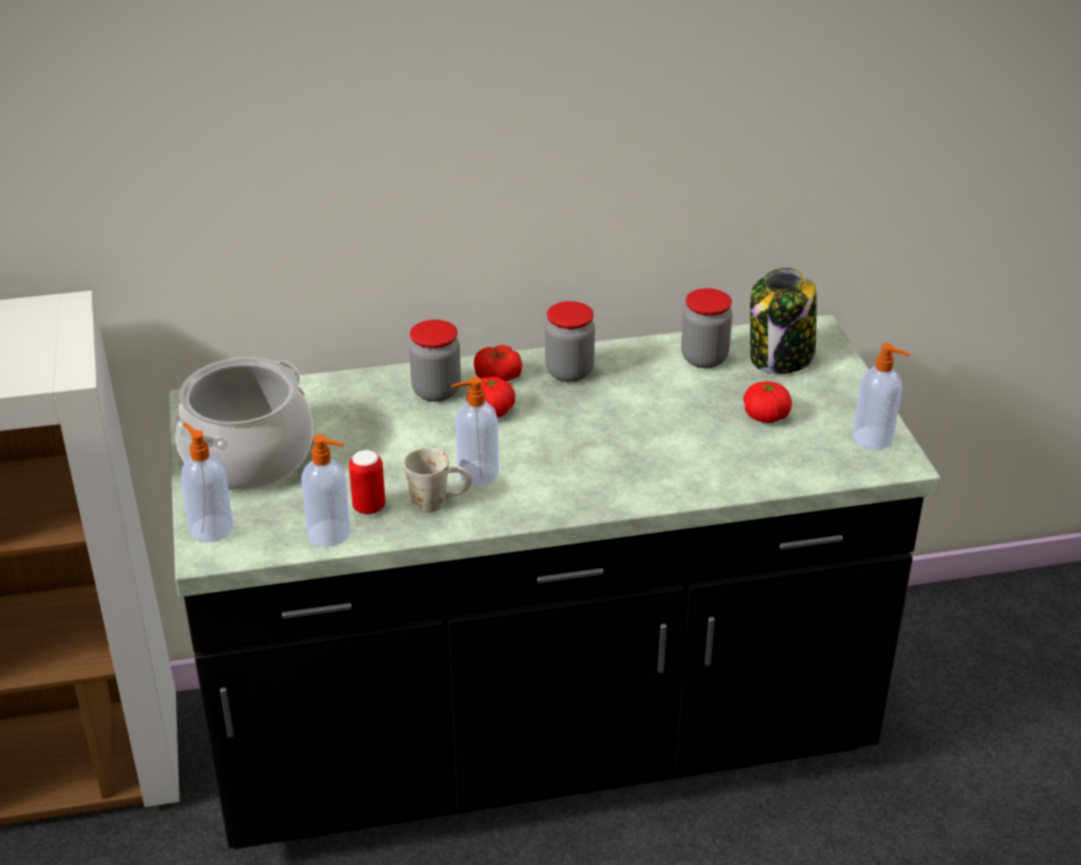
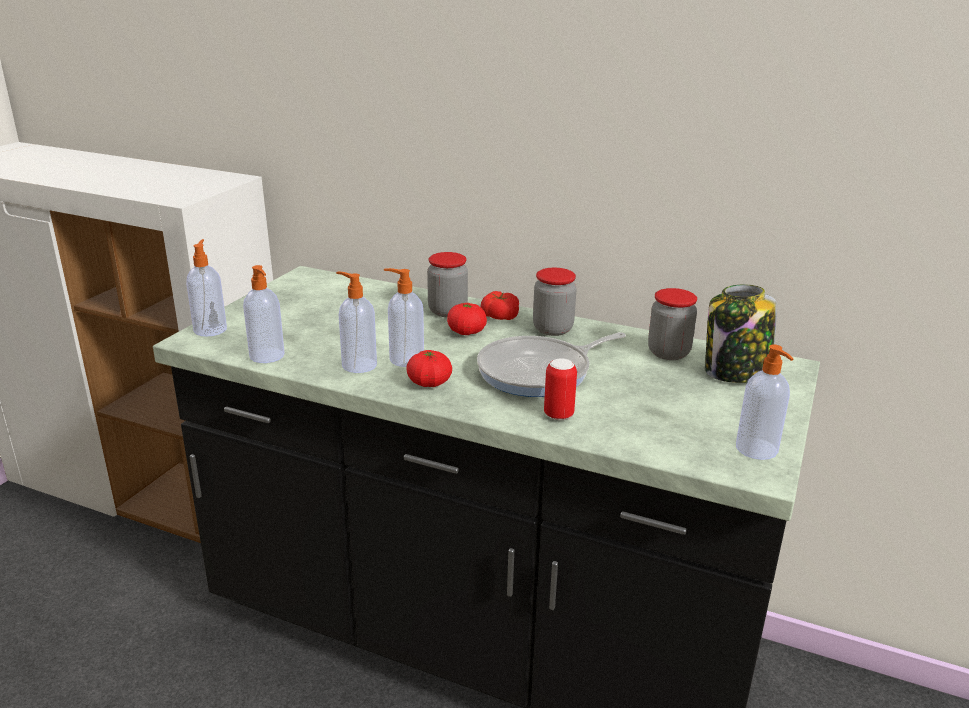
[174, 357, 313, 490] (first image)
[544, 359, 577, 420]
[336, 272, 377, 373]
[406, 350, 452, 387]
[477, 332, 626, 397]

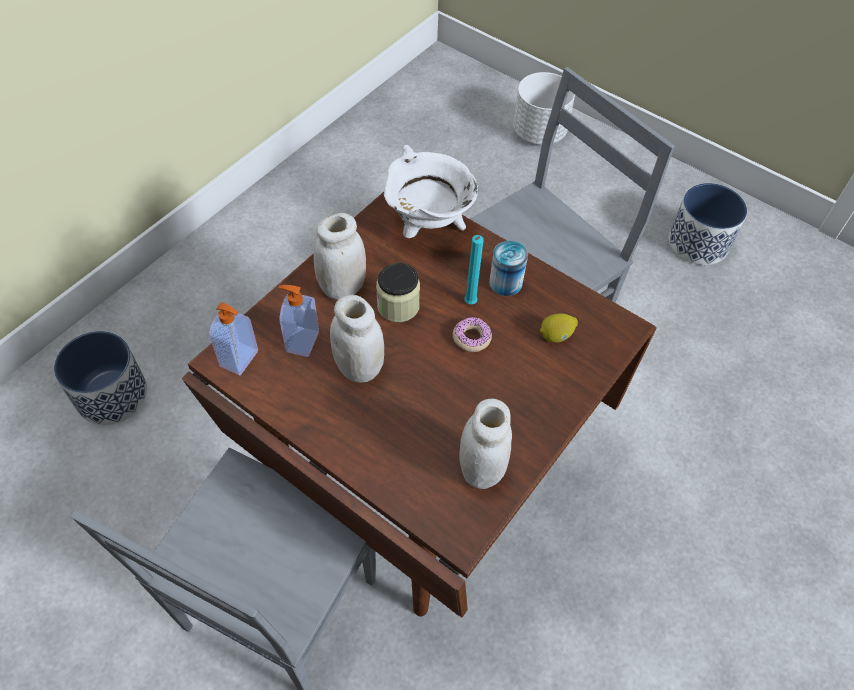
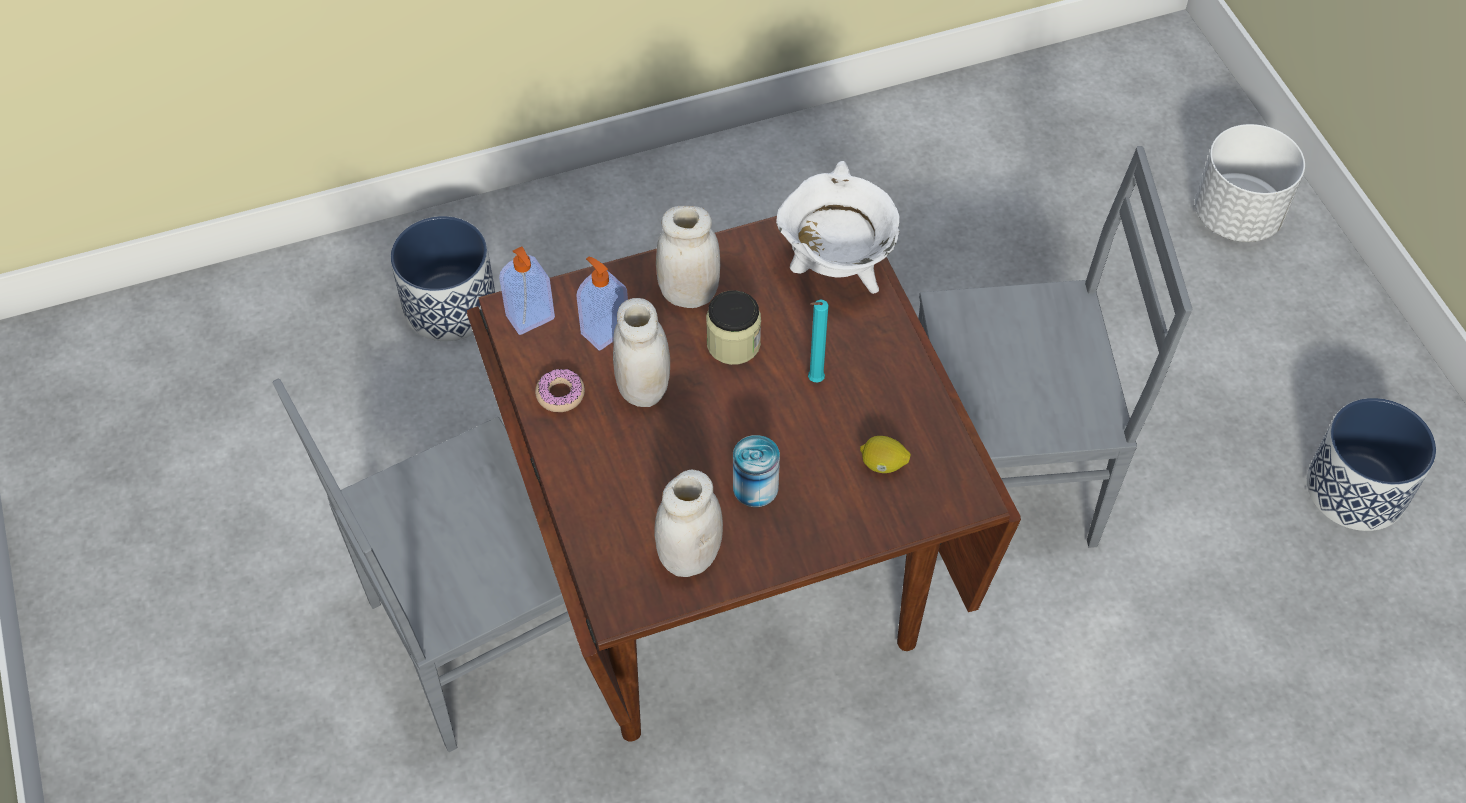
[535, 369, 585, 412]
[733, 435, 780, 507]

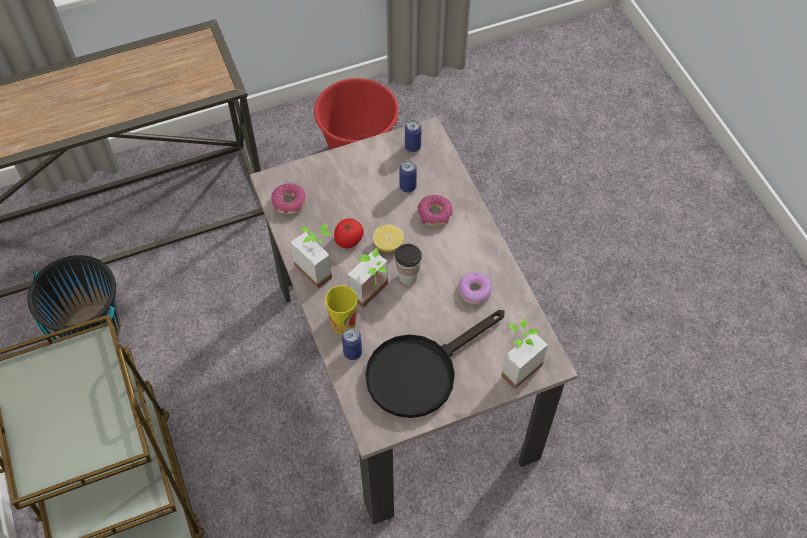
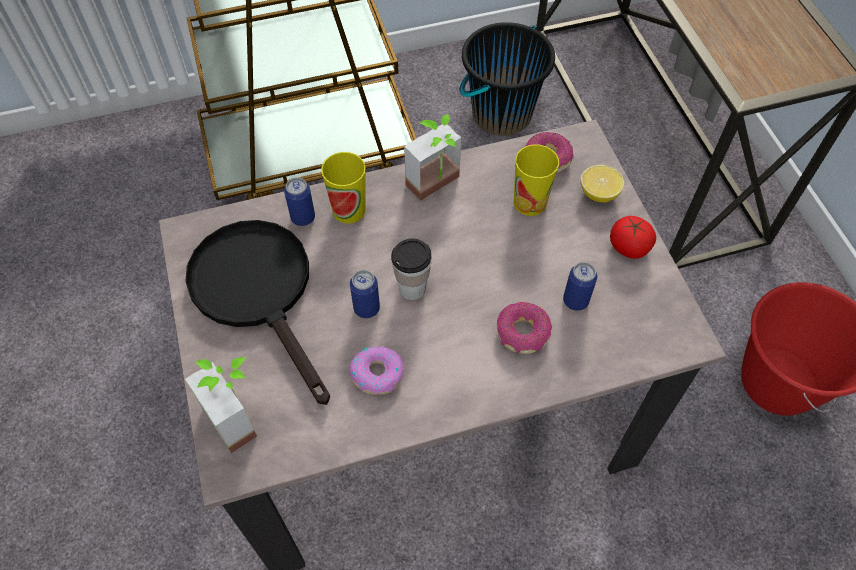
[610, 216, 656, 259]
[348, 248, 388, 308] (first image)
[581, 165, 624, 203]
[350, 270, 380, 318]
[514, 144, 559, 216]

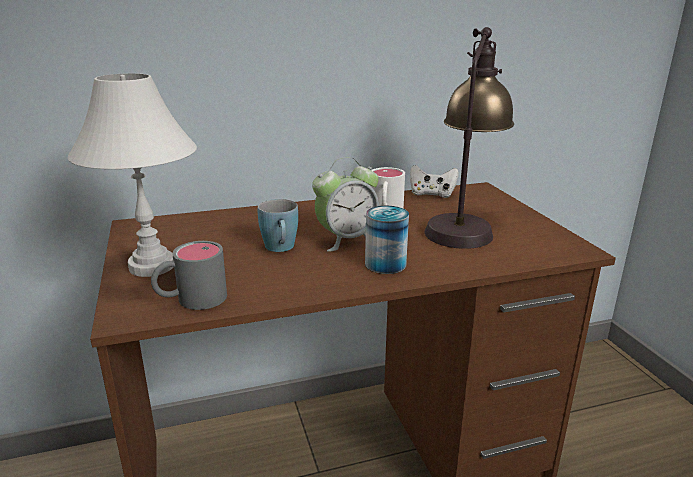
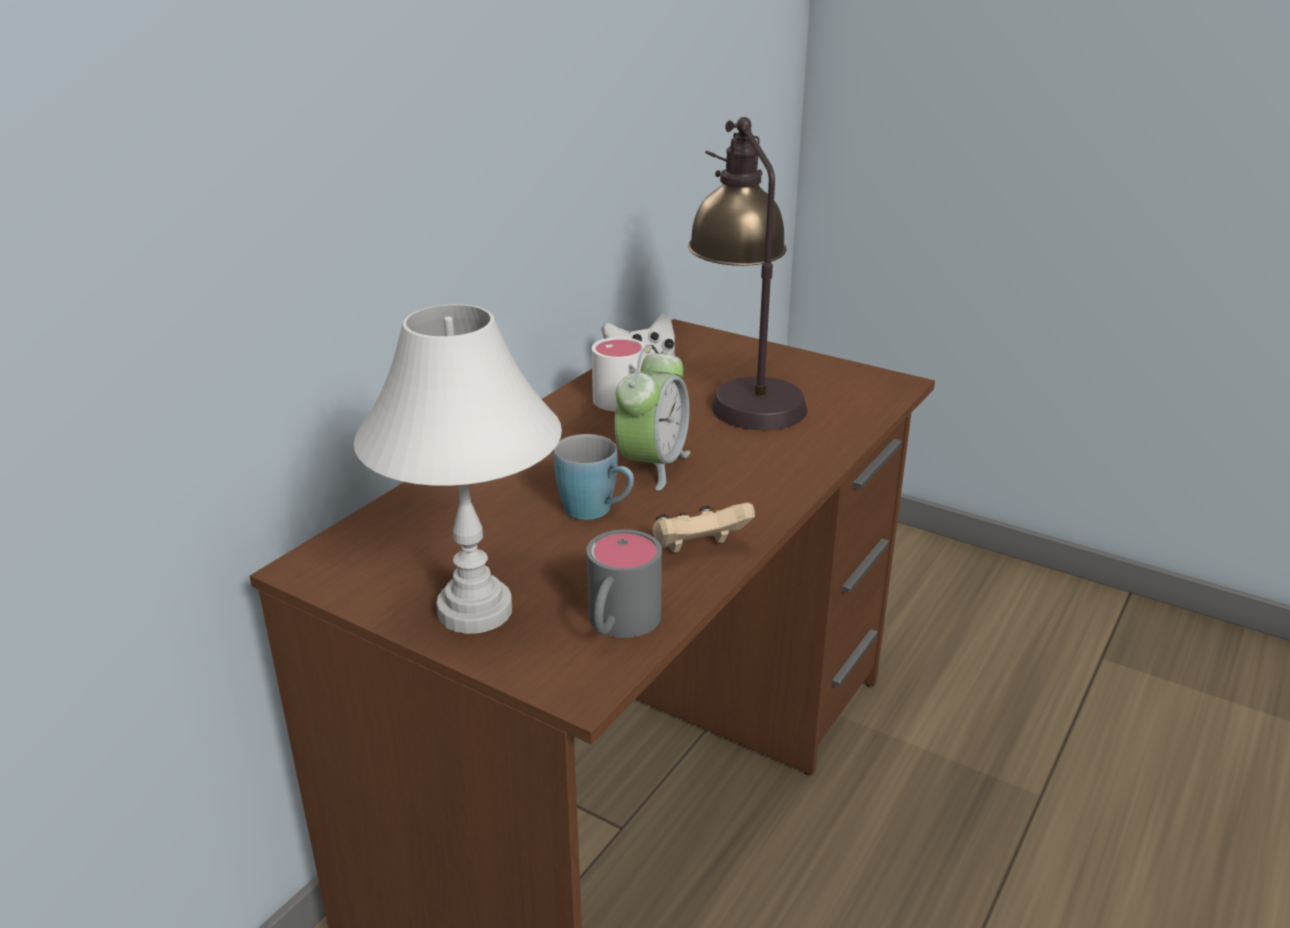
[365, 206, 409, 274] (first image)
[653, 503, 755, 553]

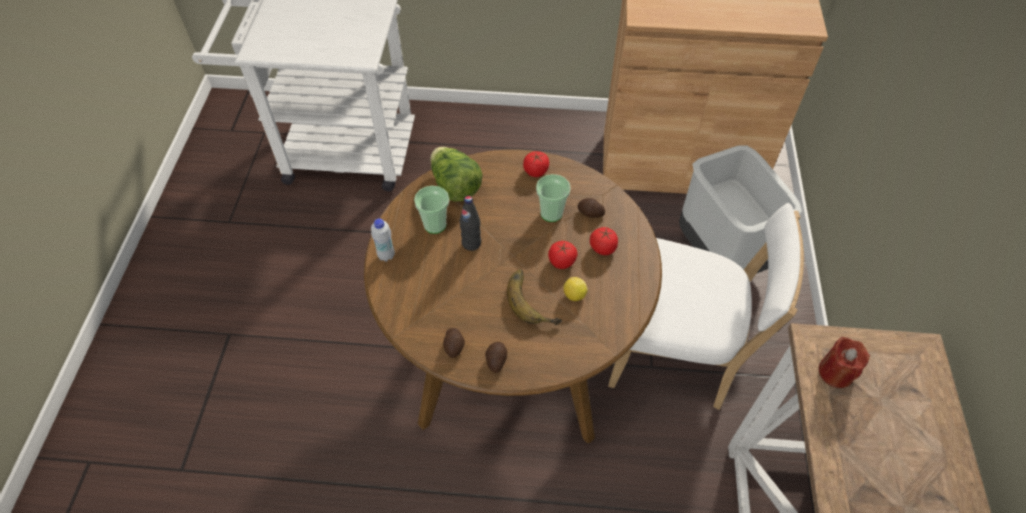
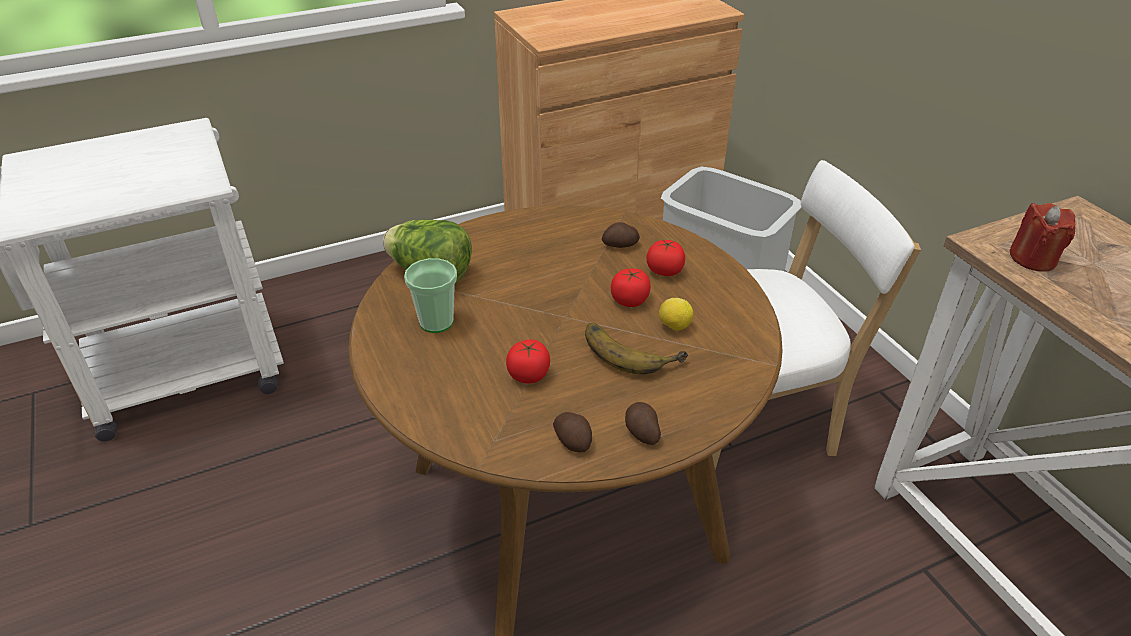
[371, 218, 395, 261] (first image)
[460, 196, 481, 251] (first image)
[506, 339, 550, 384]
[536, 174, 571, 222] (first image)

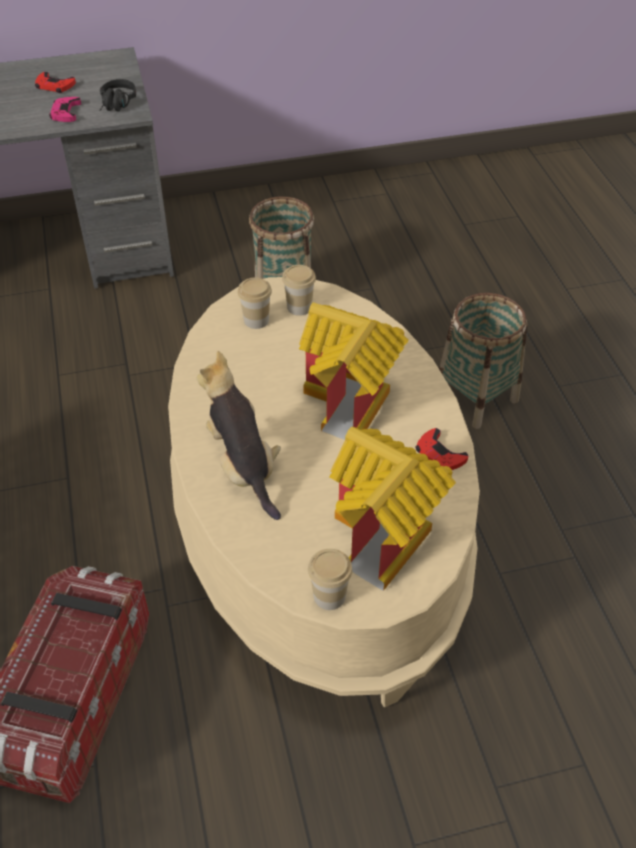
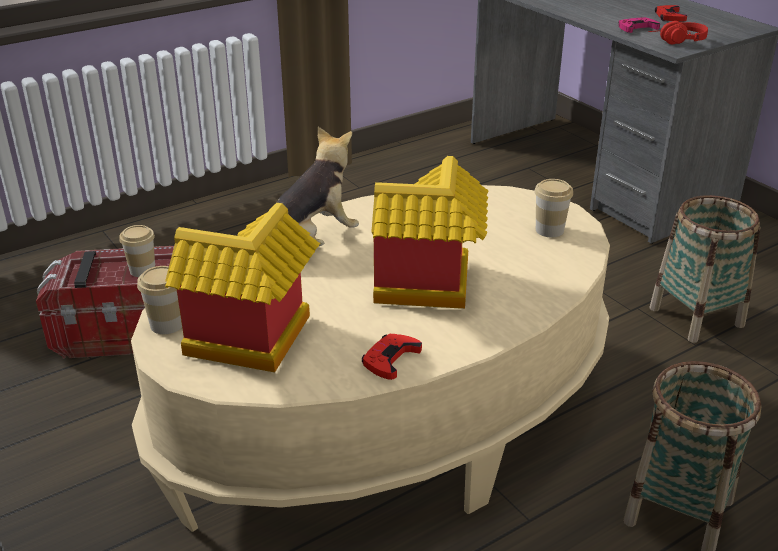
[648, 21, 708, 44]
[119, 225, 155, 277]

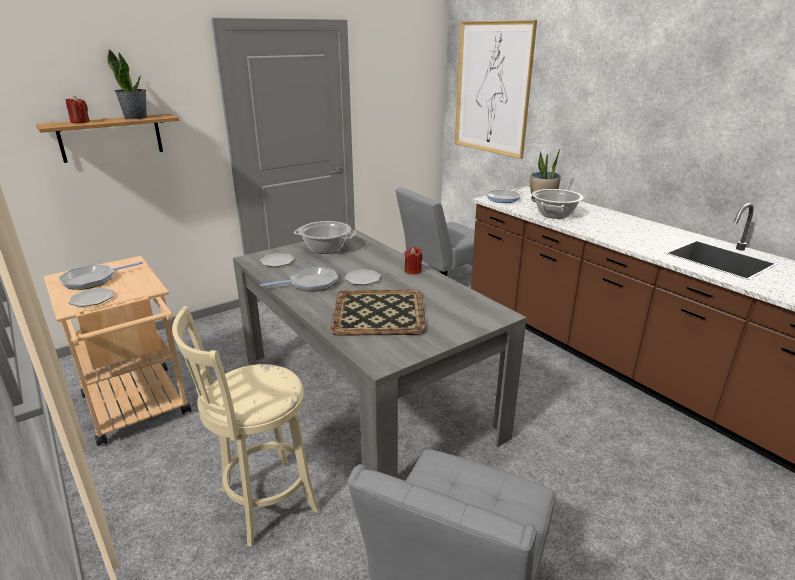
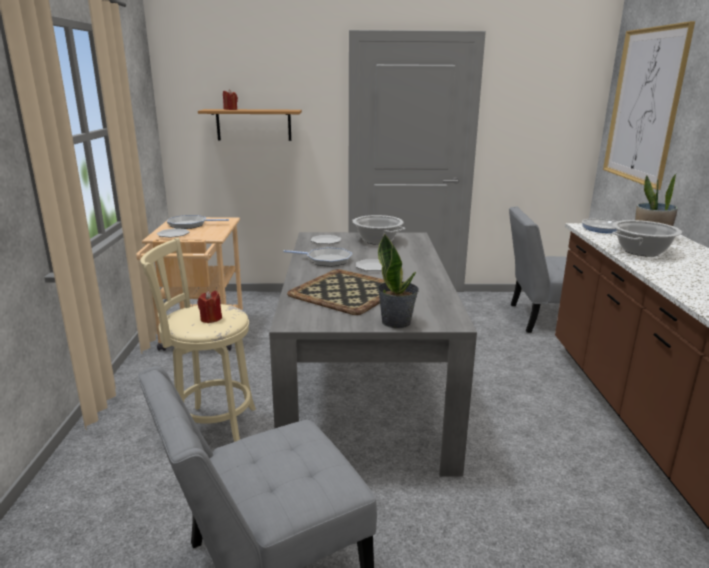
[378, 233, 419, 328]
[198, 290, 222, 323]

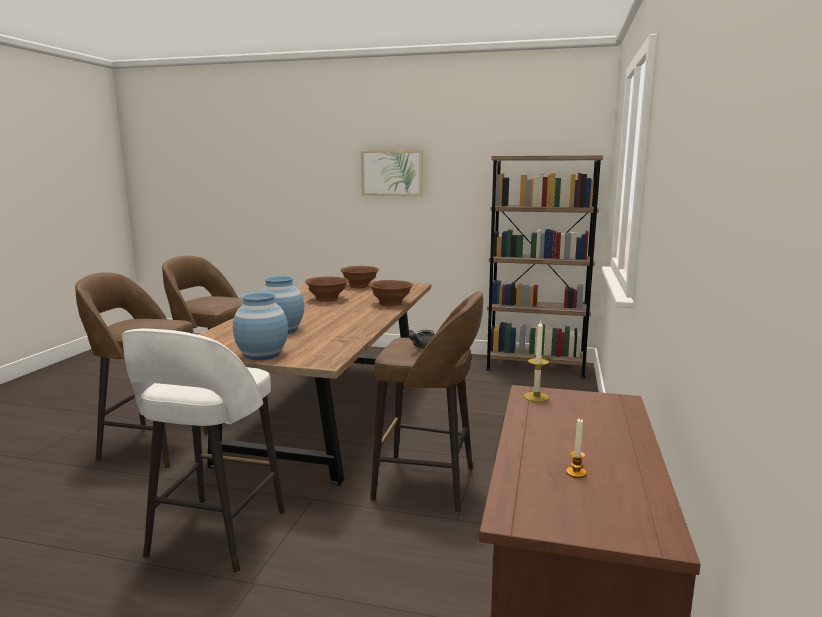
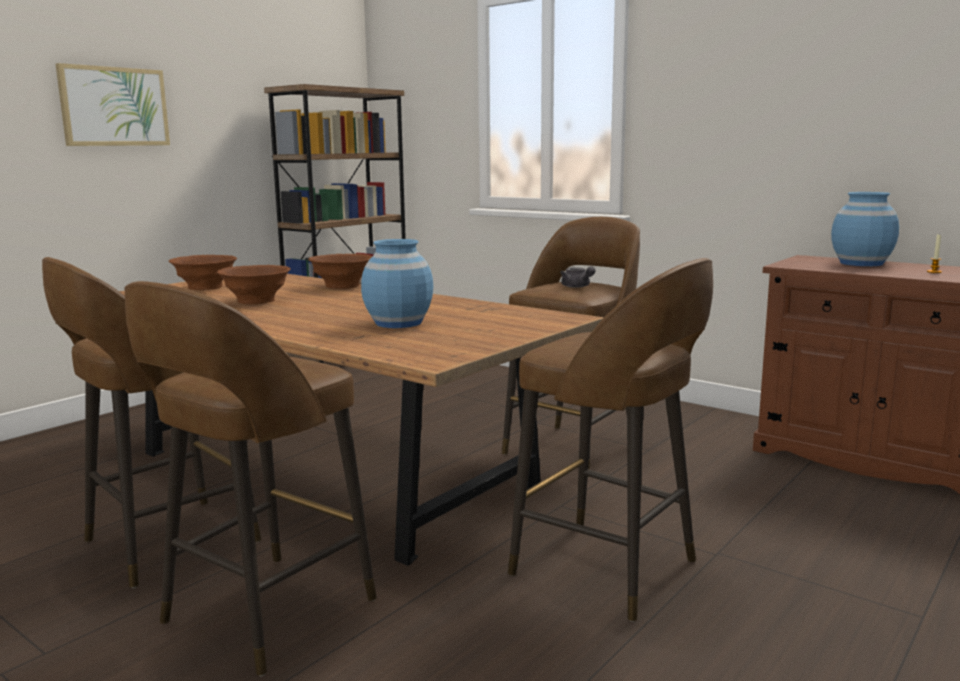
[508, 258, 713, 622]
[831, 192, 899, 266]
[524, 319, 549, 402] (first image)

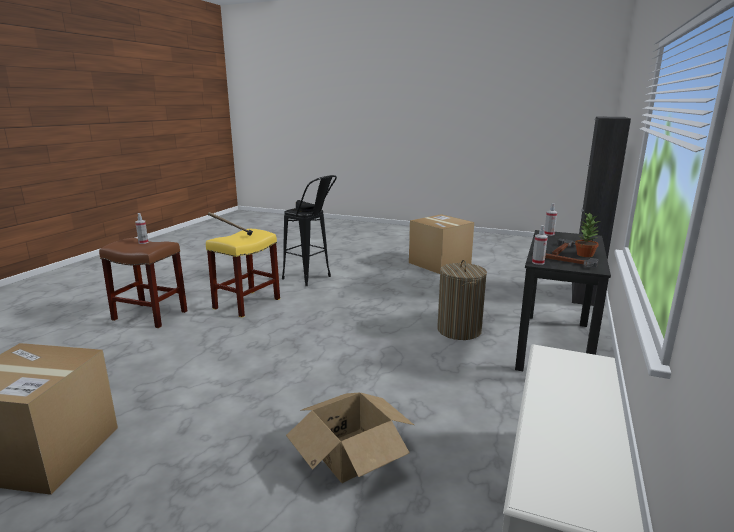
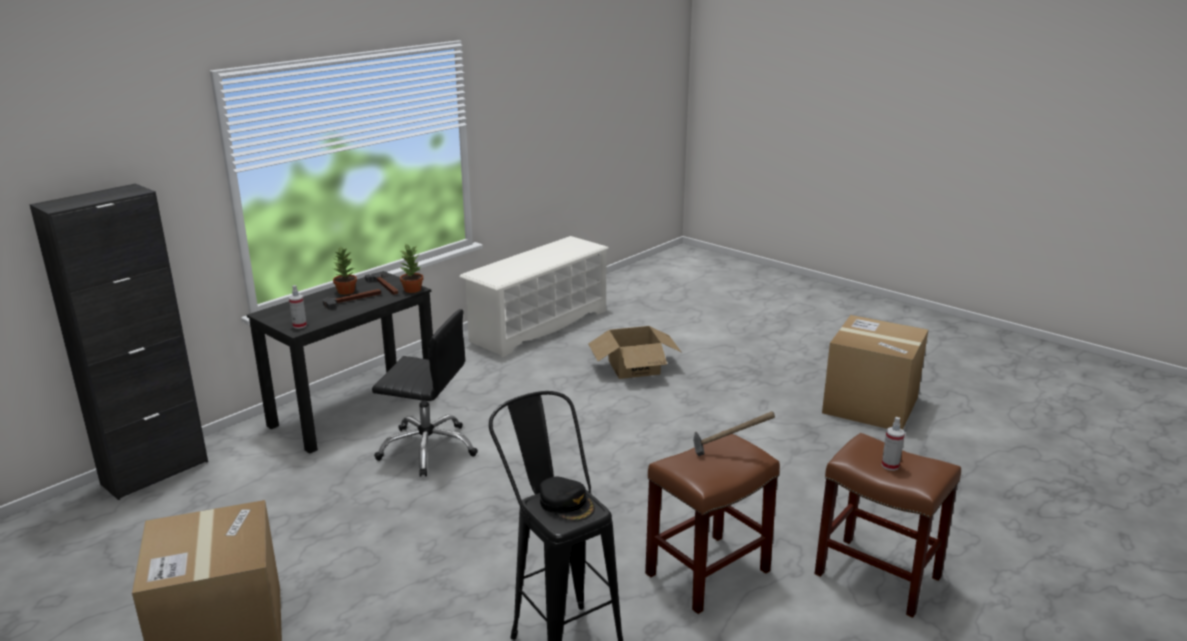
[645, 431, 780, 614]
[372, 309, 478, 477]
[399, 243, 423, 293]

